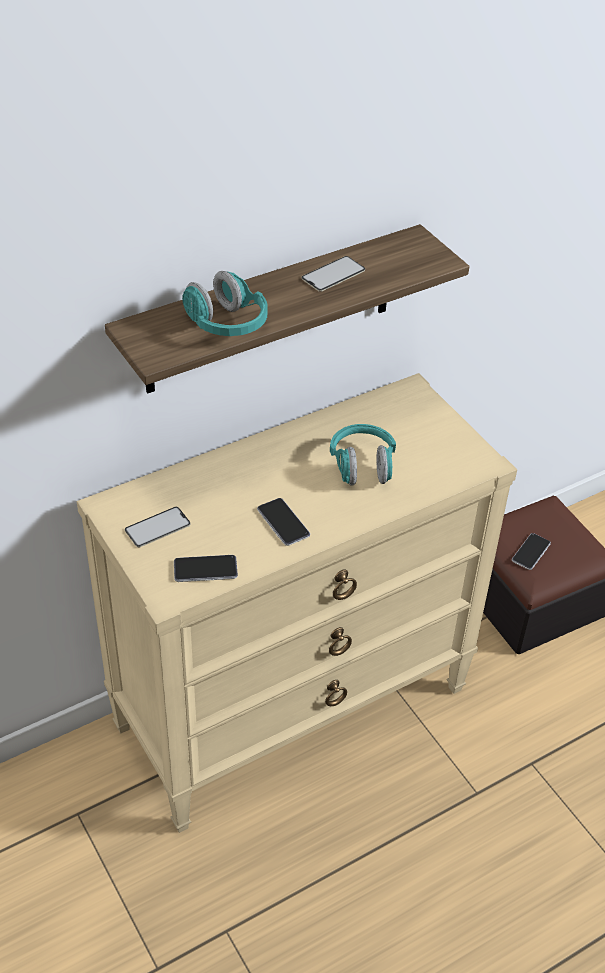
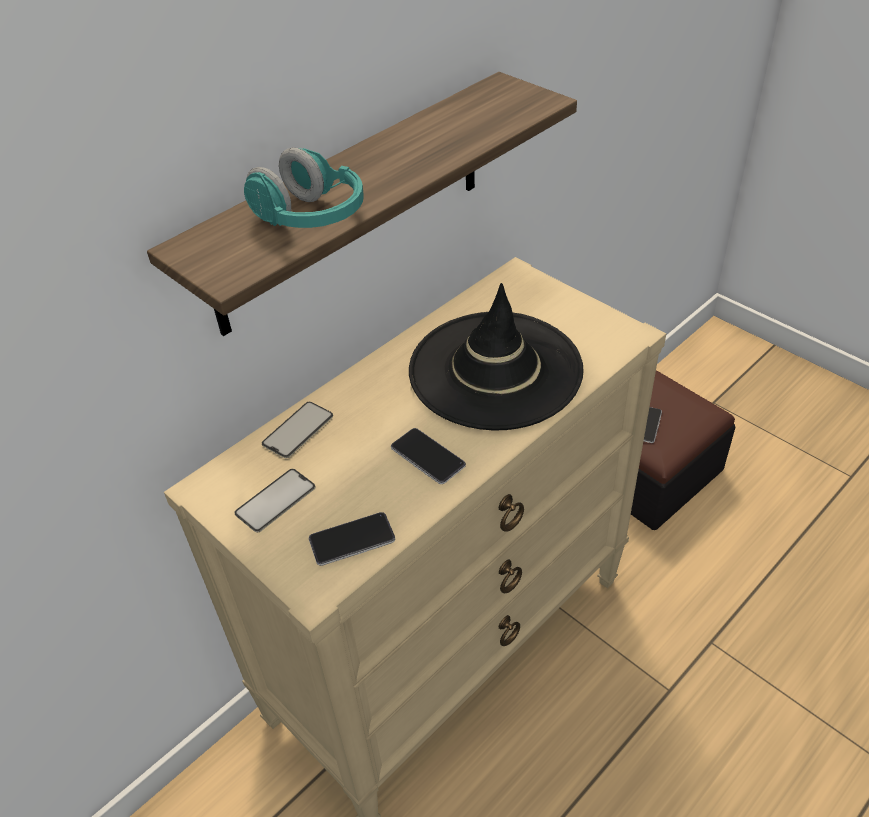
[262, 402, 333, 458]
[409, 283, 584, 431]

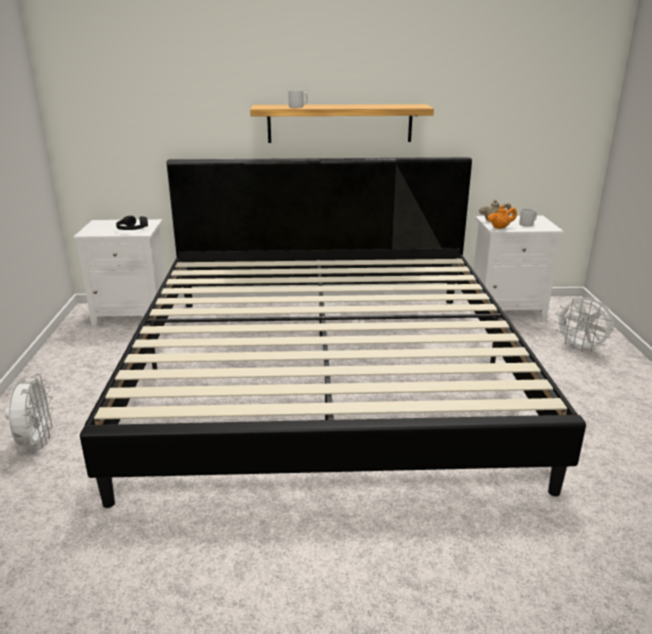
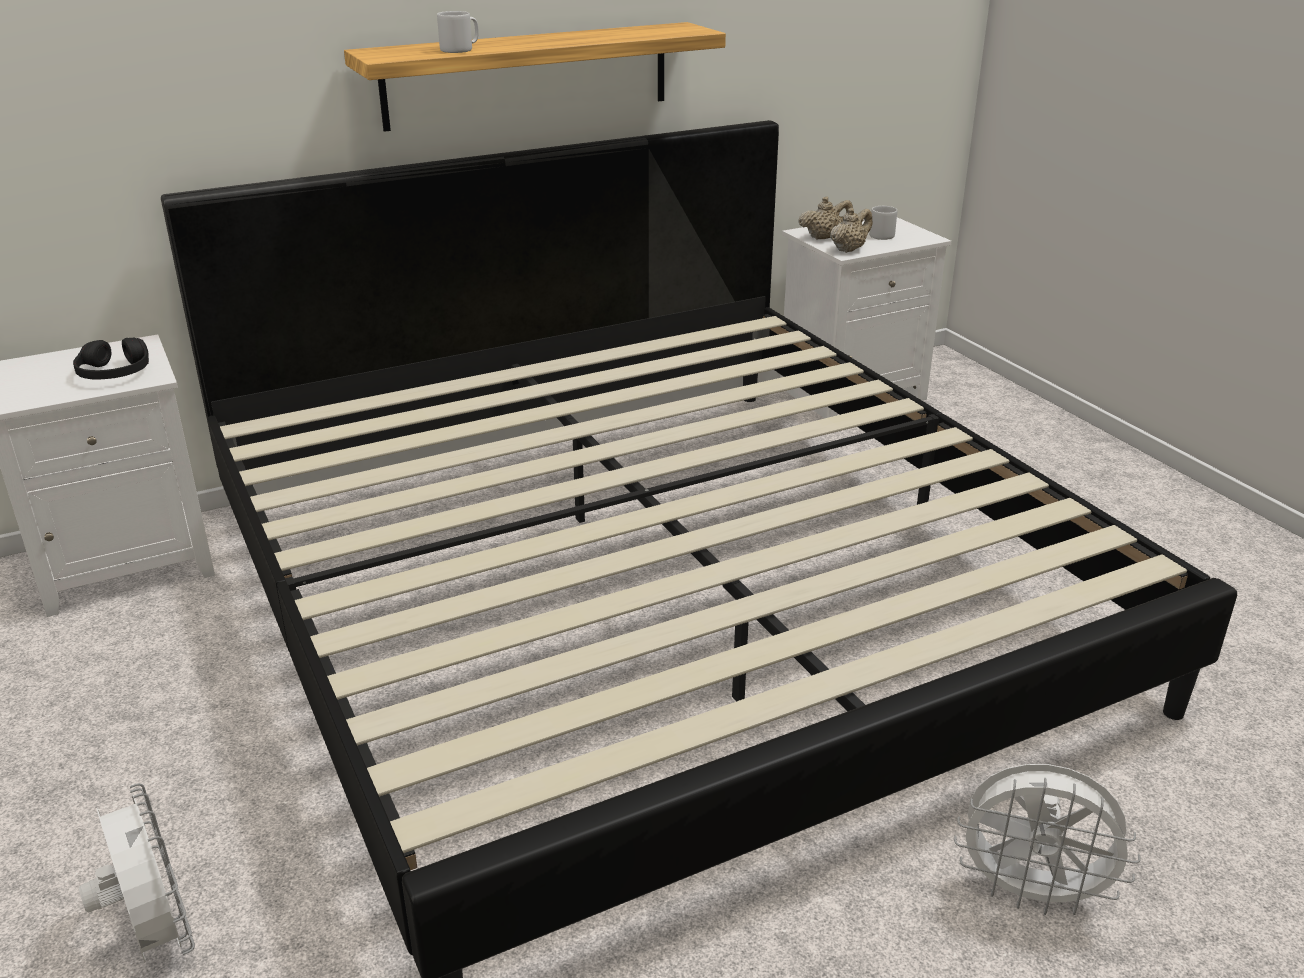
[830, 208, 872, 253]
[954, 764, 1141, 915]

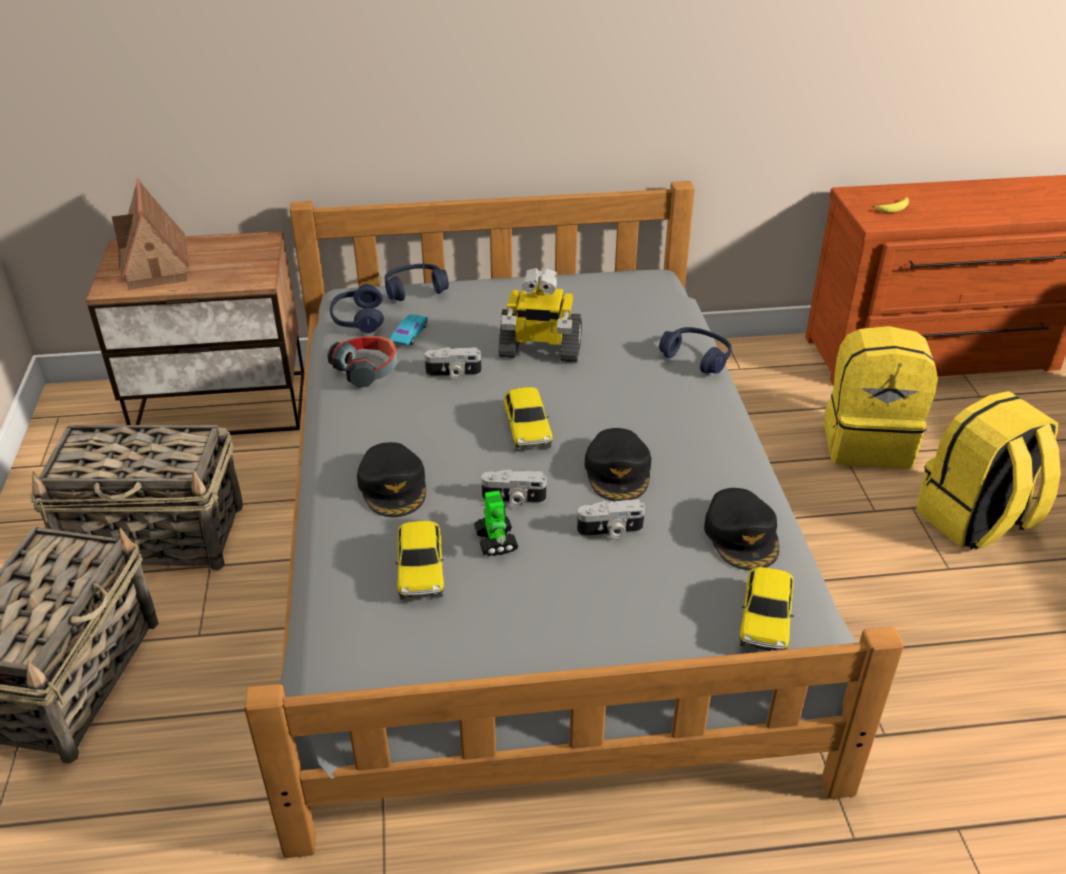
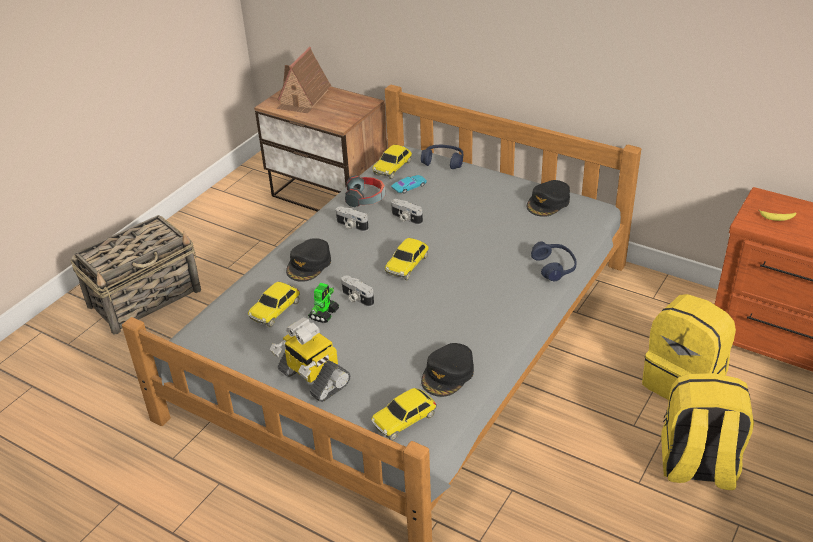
[29, 425, 243, 571] (first image)
[372, 145, 412, 179]
[270, 317, 350, 402]
[336, 207, 369, 231]
[527, 180, 570, 217]

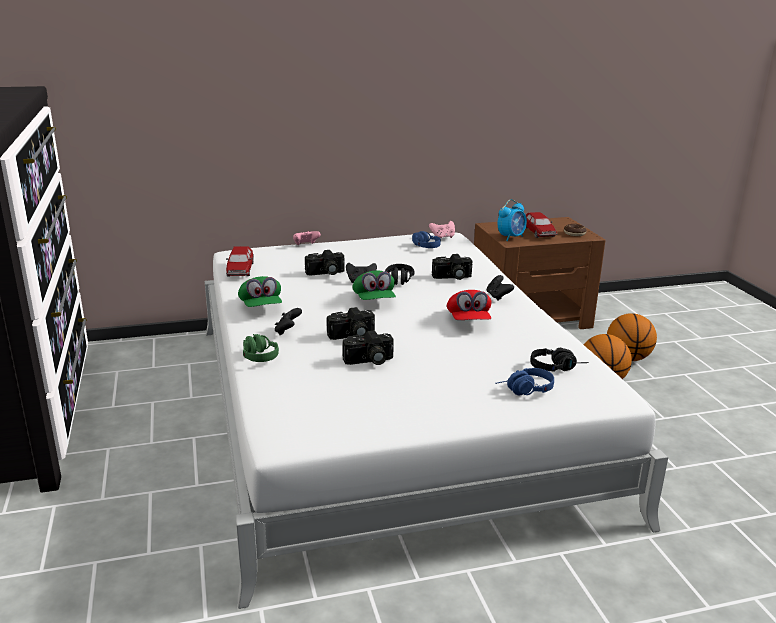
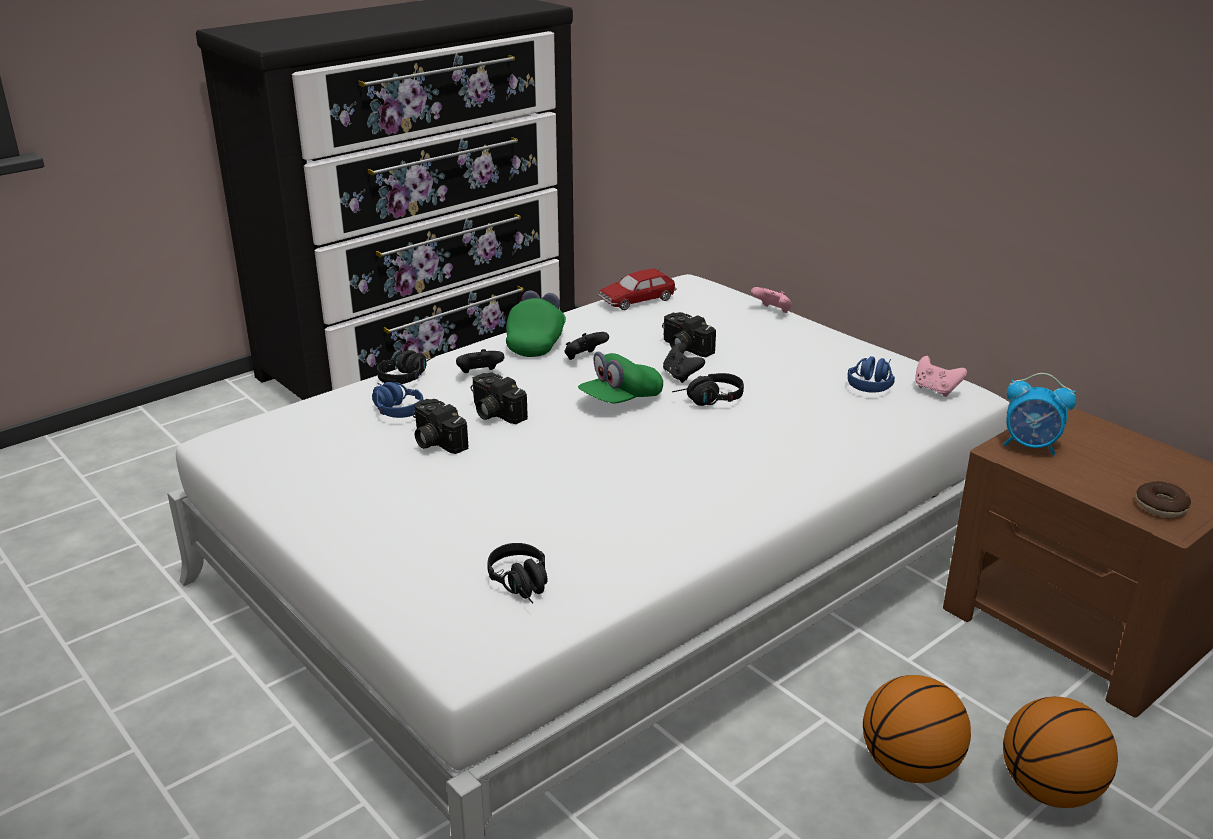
[506, 291, 566, 357]
[377, 350, 437, 384]
[432, 254, 472, 280] (first image)
[447, 290, 491, 320] (first image)
[564, 332, 609, 360]
[372, 382, 423, 418]
[526, 212, 557, 238] (first image)

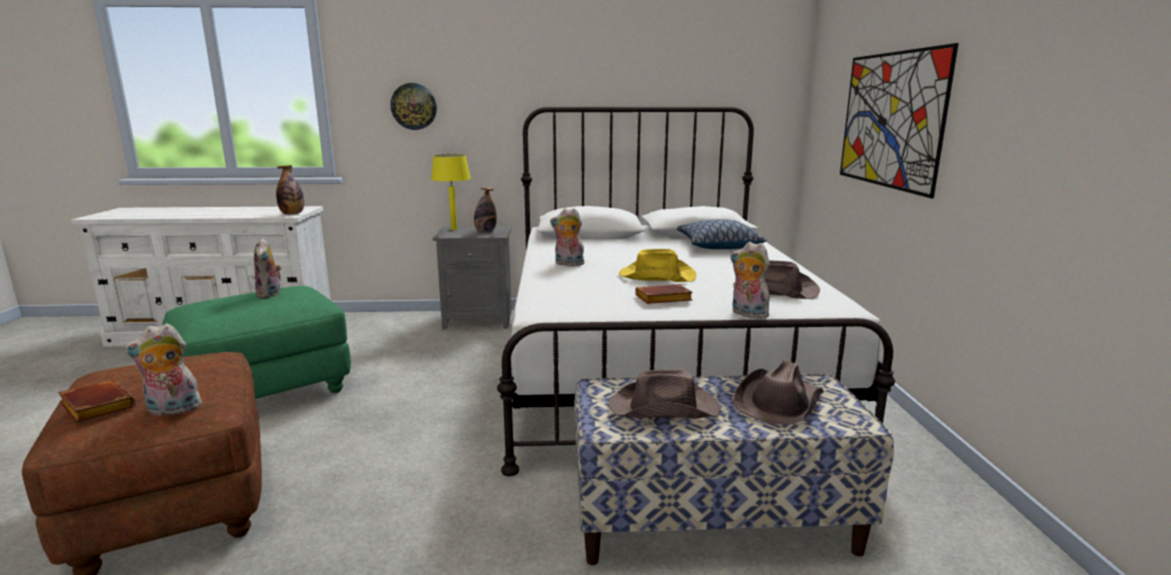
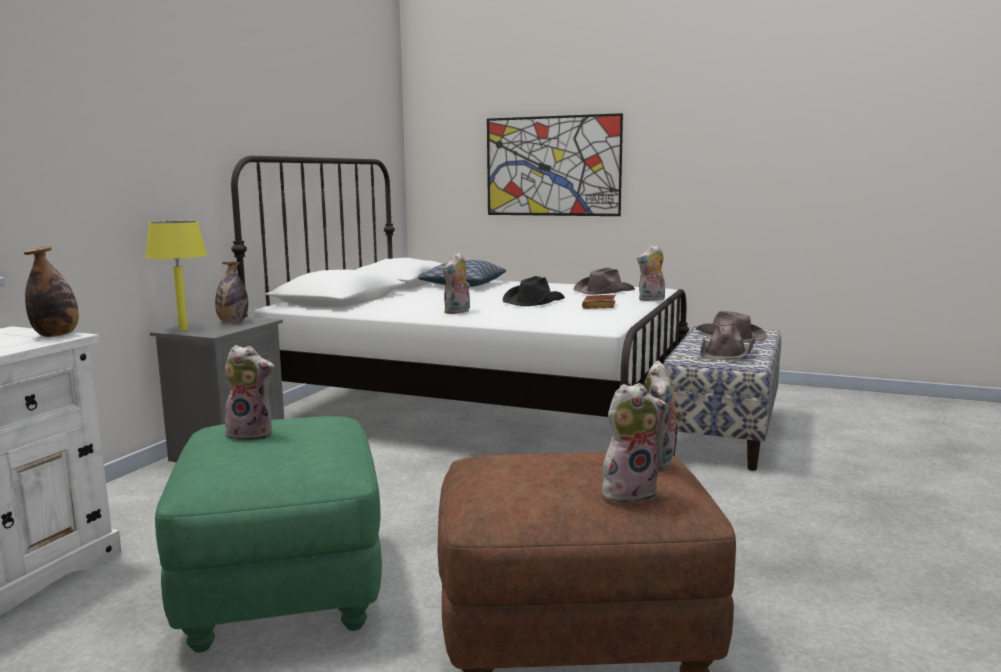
[602, 383, 667, 503]
[390, 83, 437, 130] (first image)
[503, 276, 565, 306]

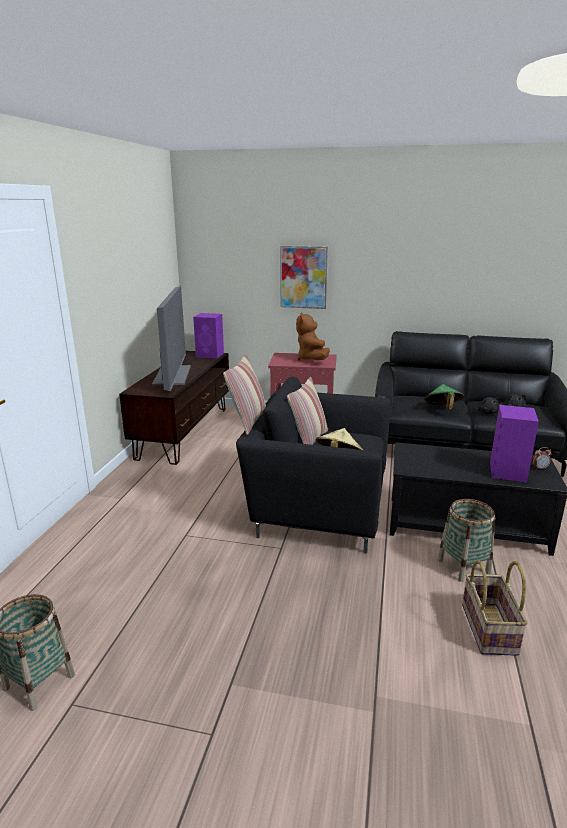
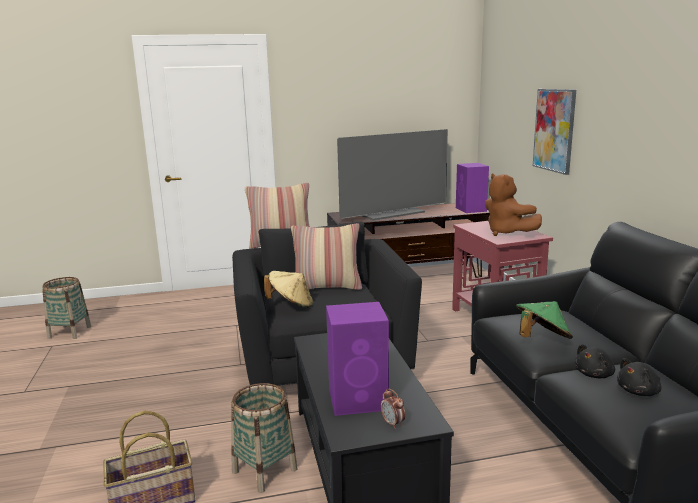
[485, 174, 542, 236]

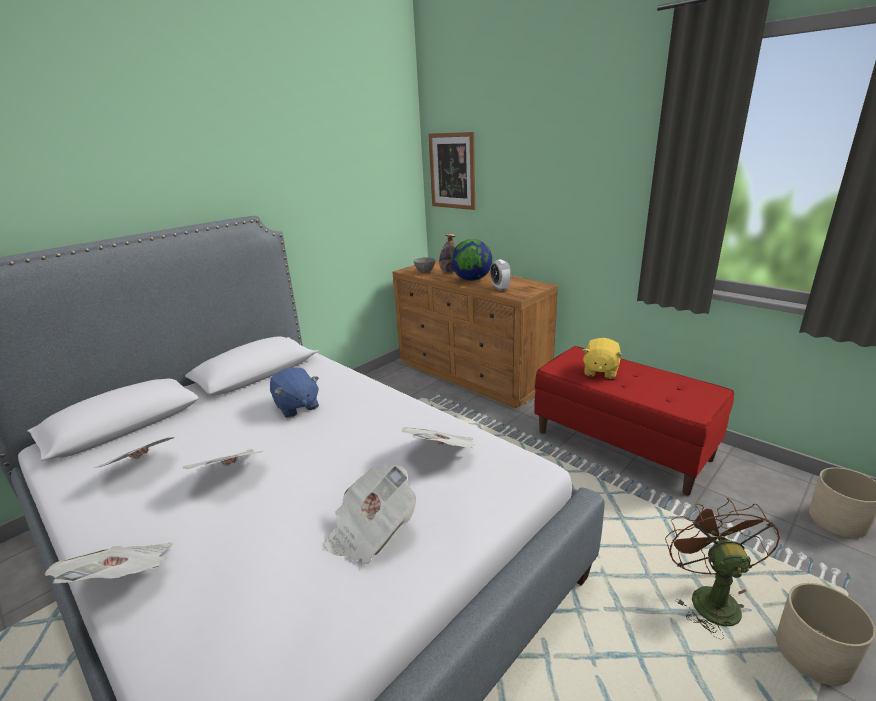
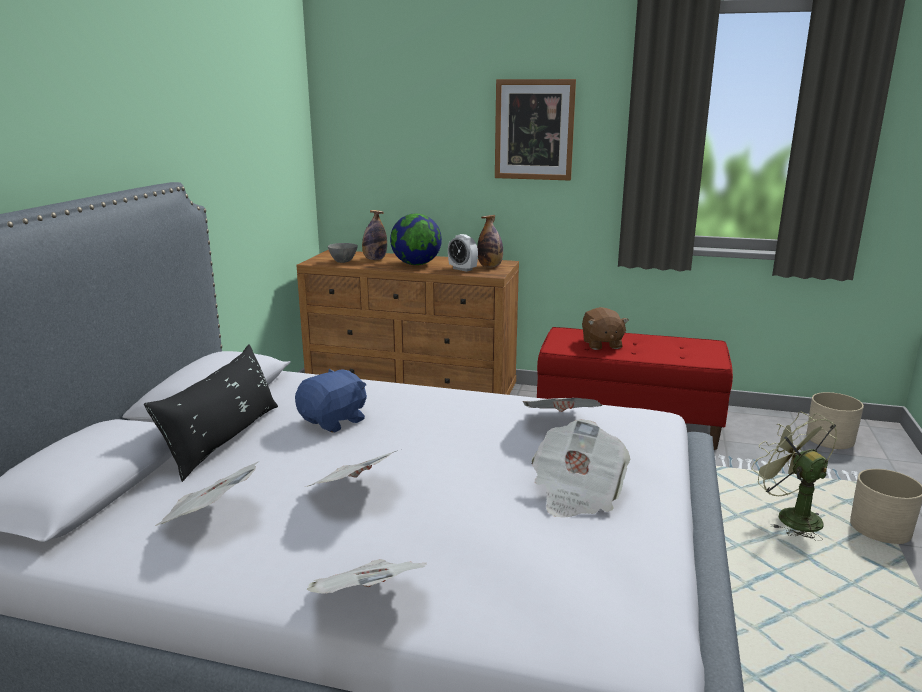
[295, 369, 367, 433]
[495, 79, 576, 181]
[582, 307, 629, 350]
[751, 411, 837, 541]
[144, 344, 278, 482]
[477, 215, 503, 267]

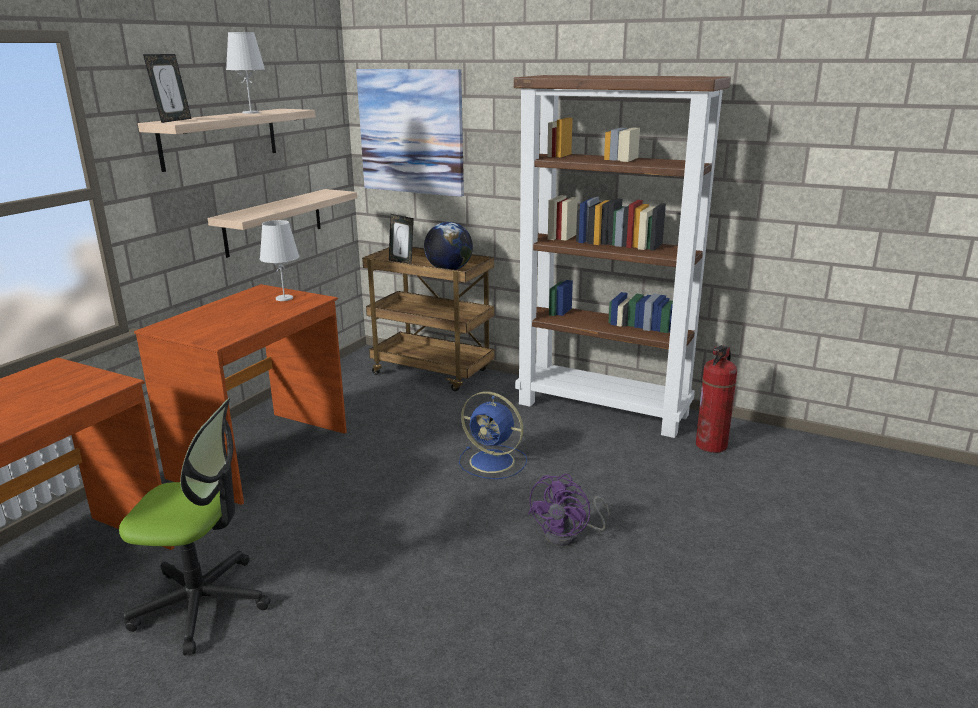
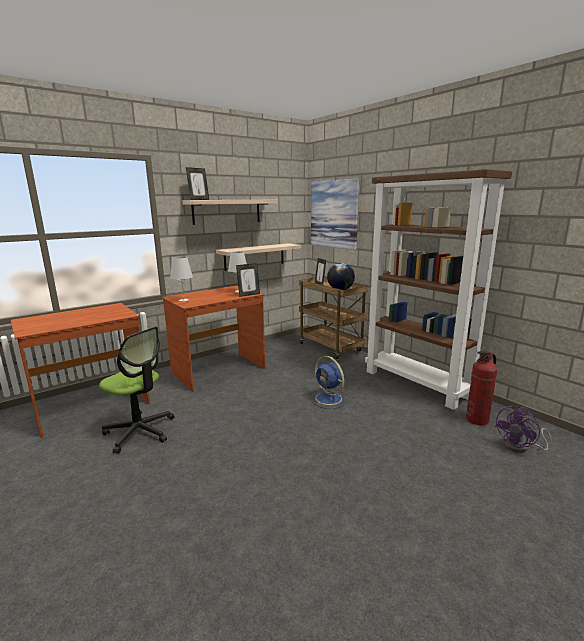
[170, 256, 193, 302]
[495, 406, 552, 453]
[236, 263, 260, 297]

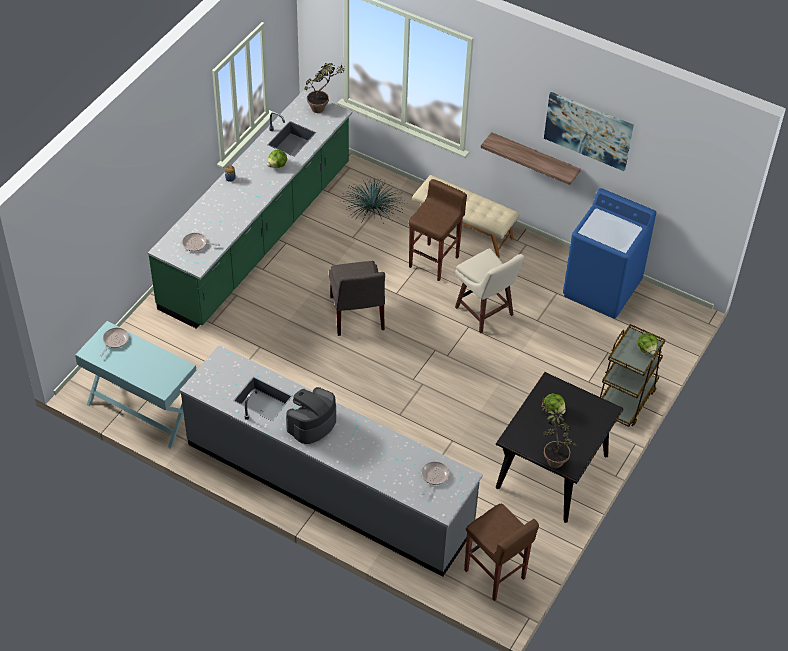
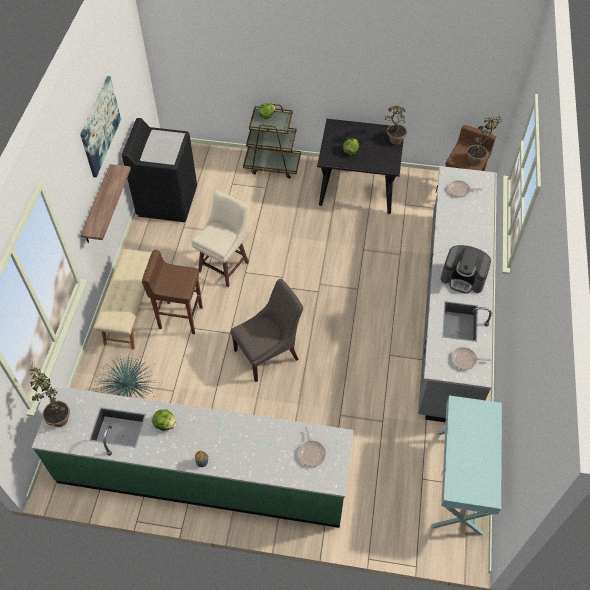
[451, 347, 492, 370]
[122, 118, 197, 222]
[467, 113, 503, 166]

